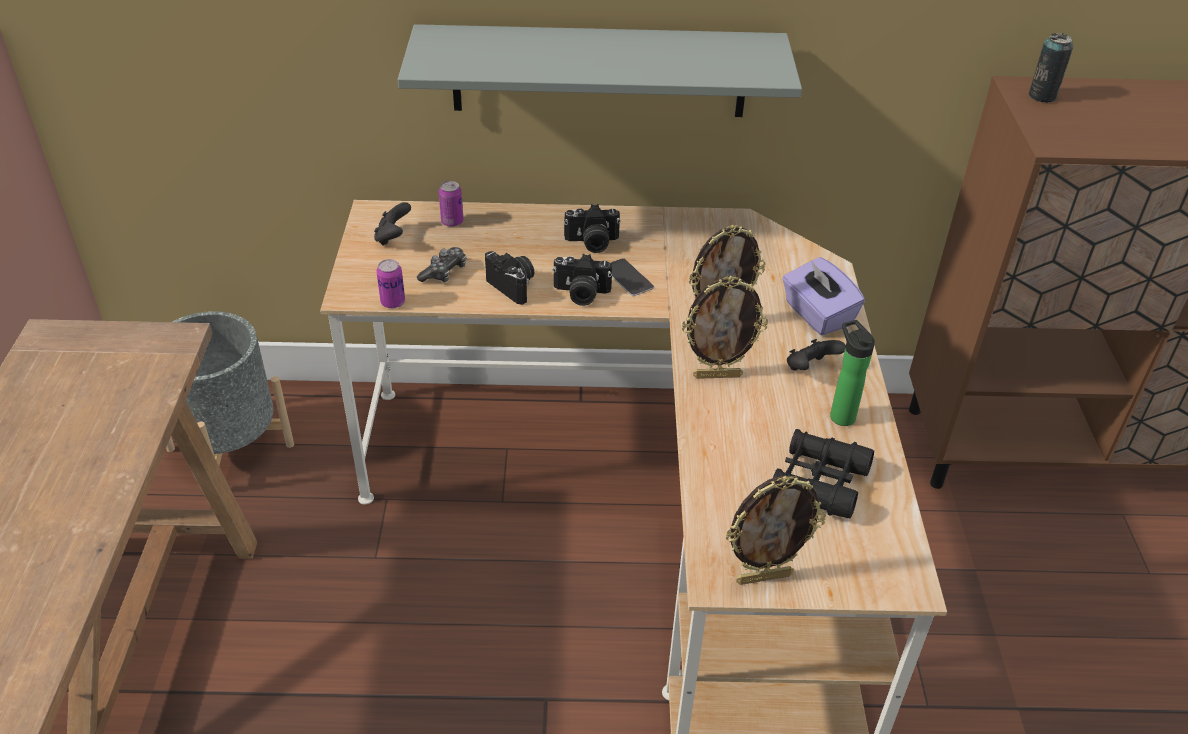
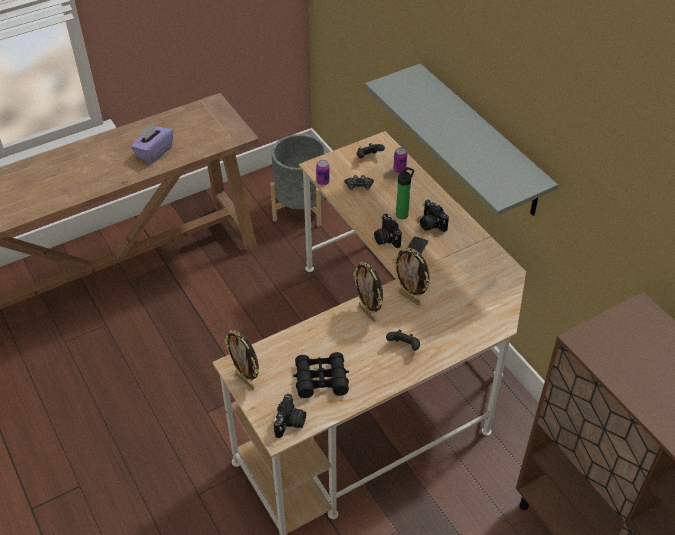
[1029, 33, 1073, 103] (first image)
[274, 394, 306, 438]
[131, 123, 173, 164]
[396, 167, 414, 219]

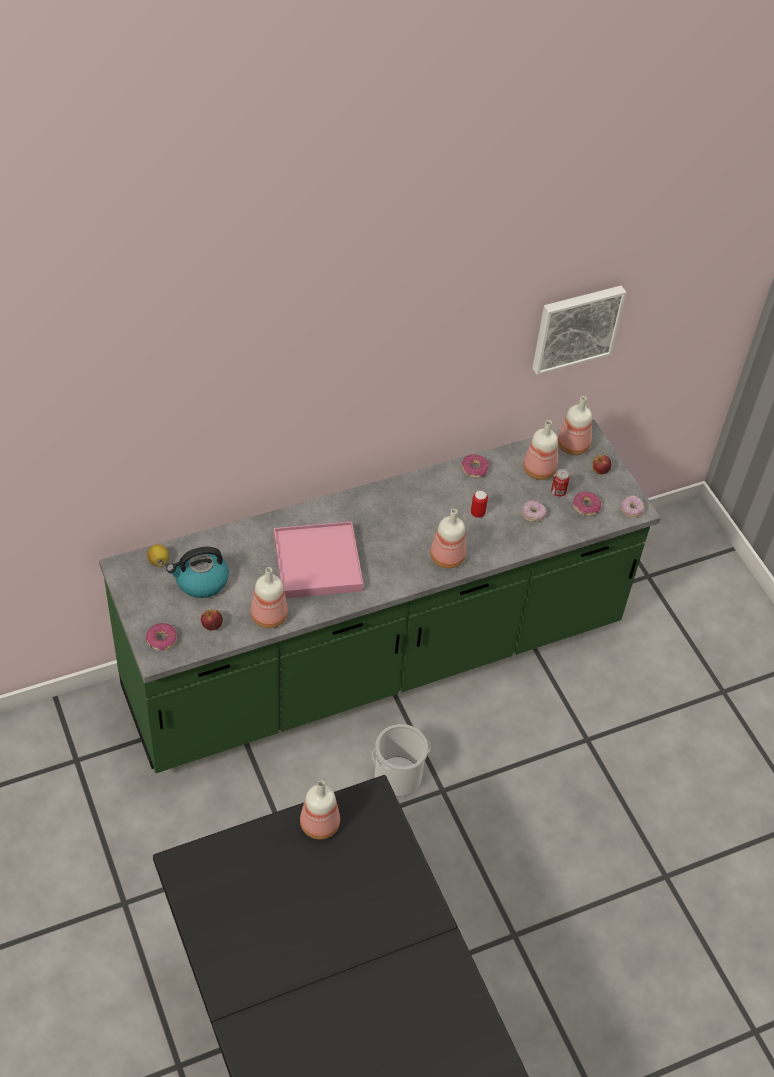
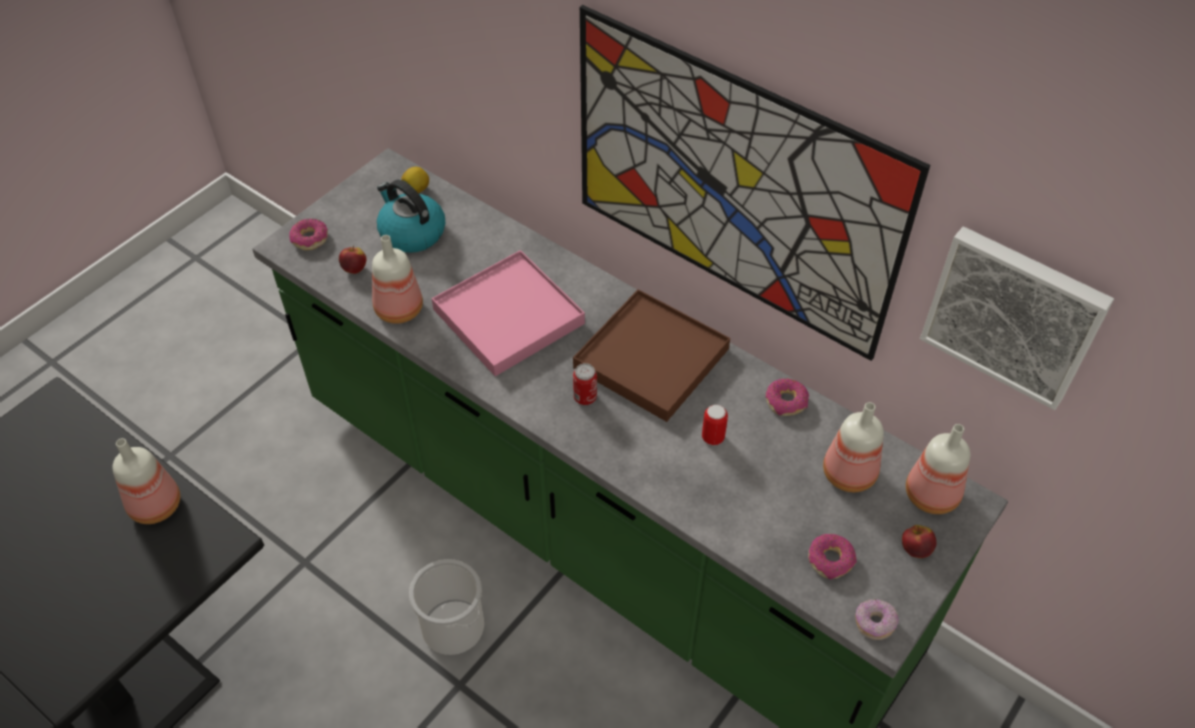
[573, 363, 597, 405]
[522, 500, 546, 522] (first image)
[430, 509, 466, 569] (first image)
[580, 5, 930, 361]
[573, 289, 730, 422]

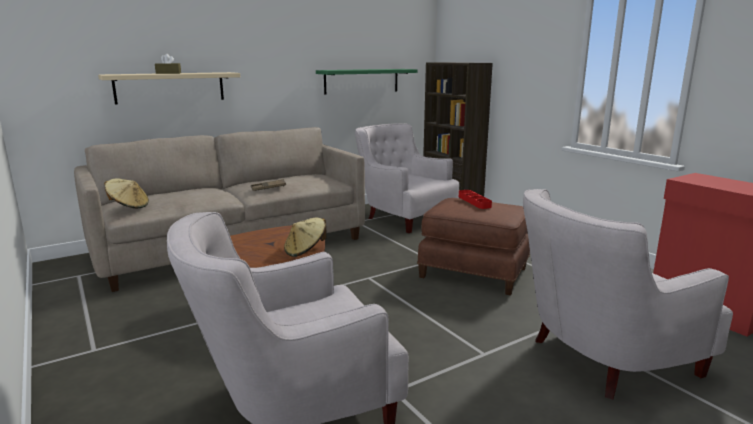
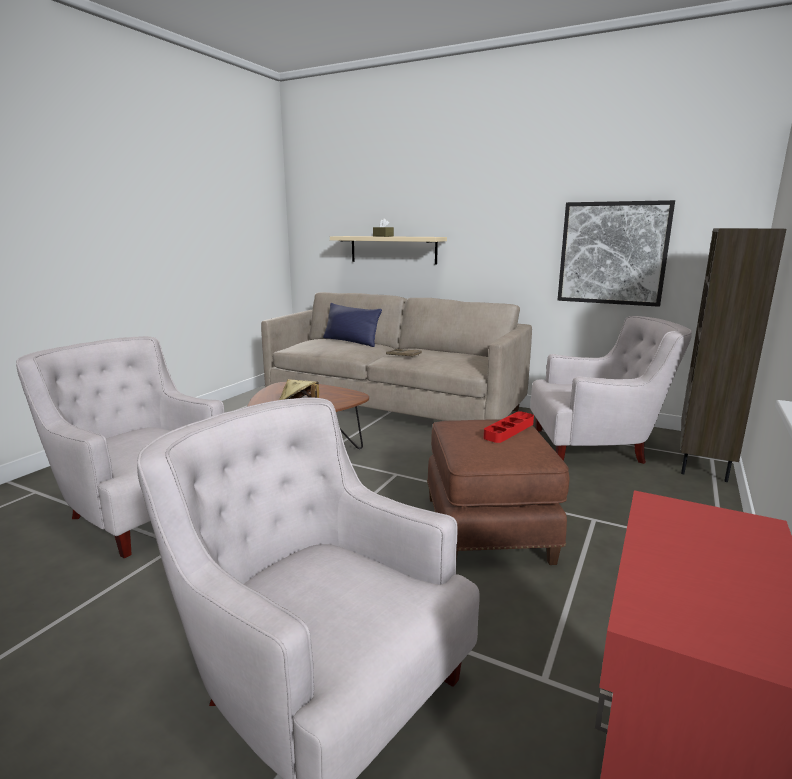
[558, 200, 675, 307]
[530, 316, 692, 464]
[104, 178, 149, 208] (first image)
[323, 303, 382, 347]

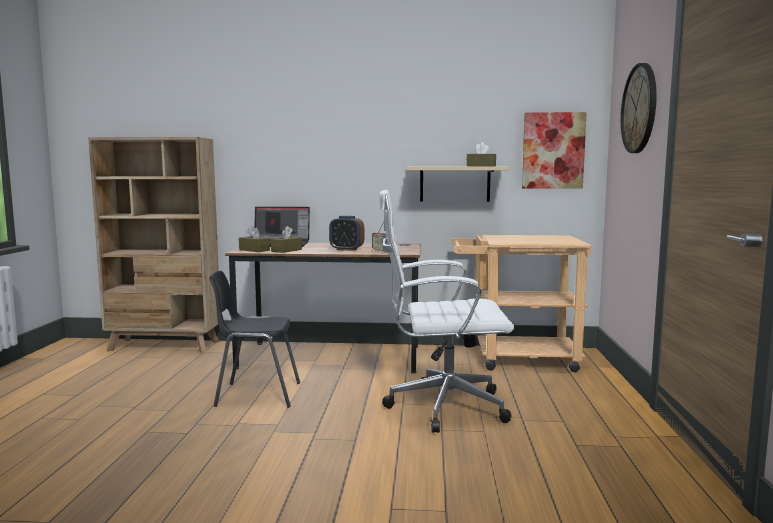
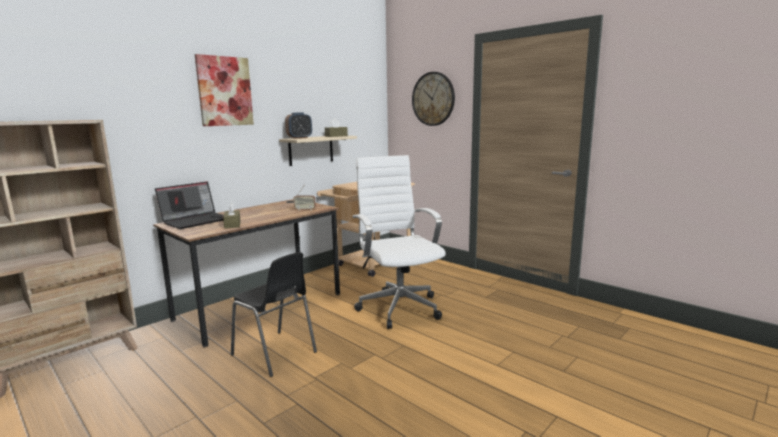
[195, 54, 254, 126]
[353, 155, 446, 329]
[285, 113, 312, 139]
[239, 226, 270, 252] (first image)
[231, 252, 317, 377]

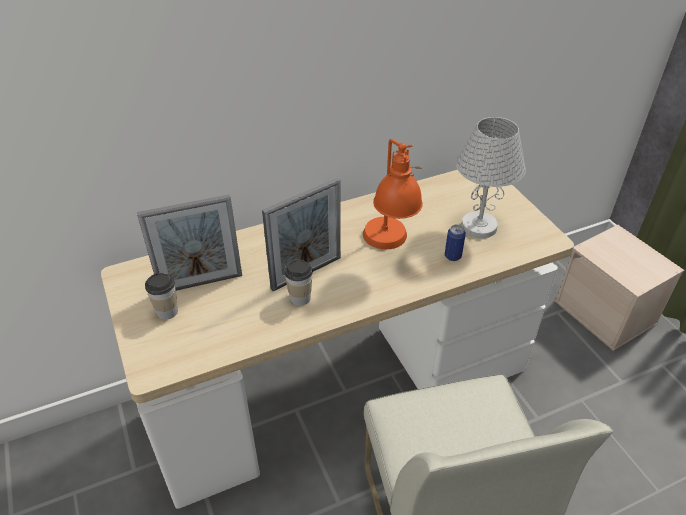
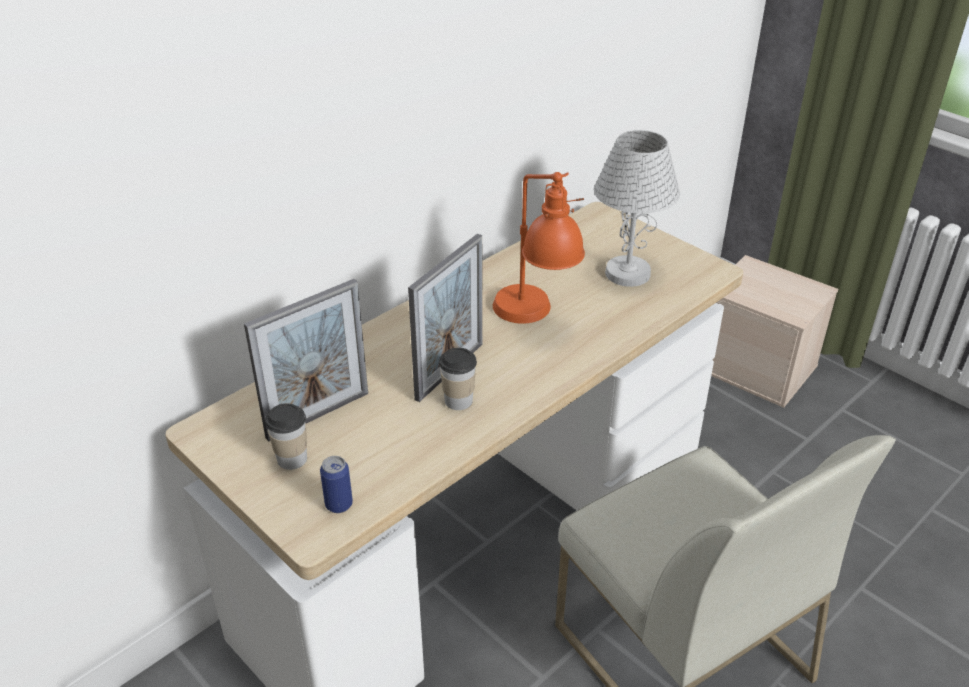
[320, 456, 353, 513]

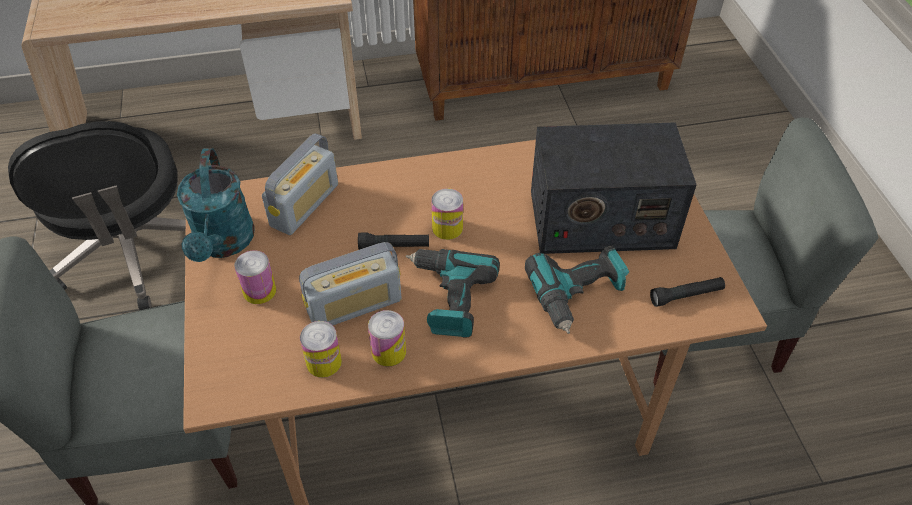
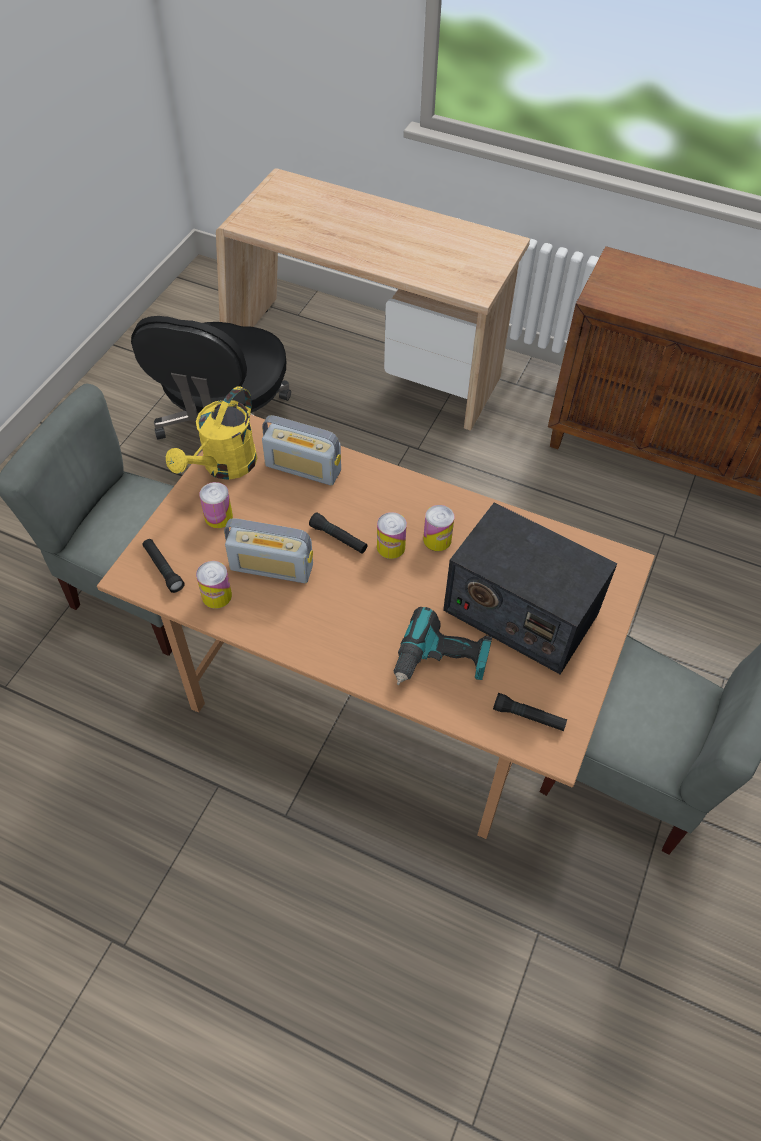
[262, 415, 341, 486]
[166, 386, 257, 480]
[406, 249, 500, 338] (first image)
[423, 505, 454, 551]
[142, 539, 185, 593]

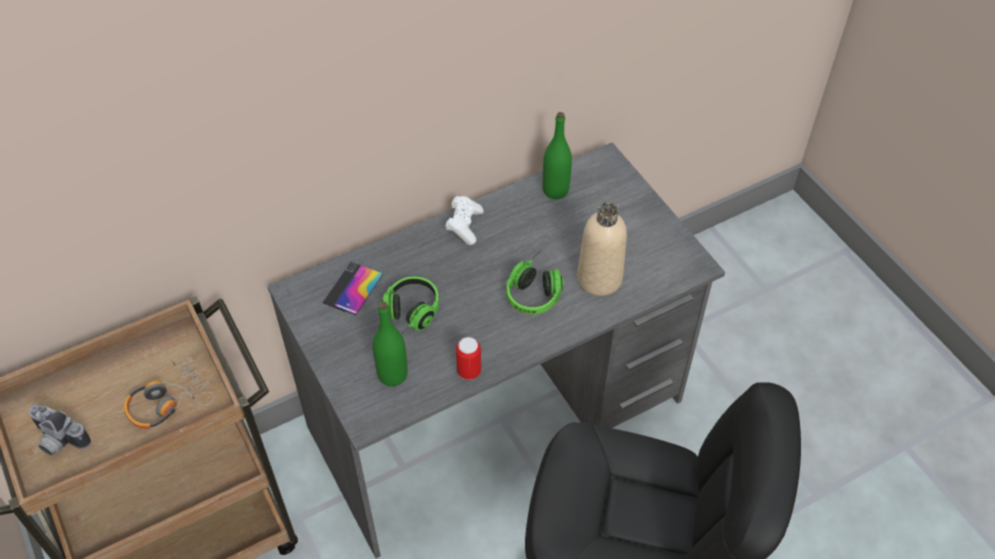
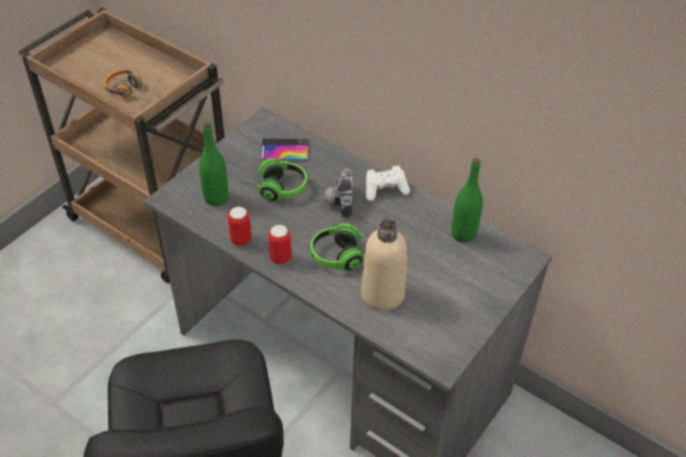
[325, 168, 353, 219]
[268, 225, 291, 265]

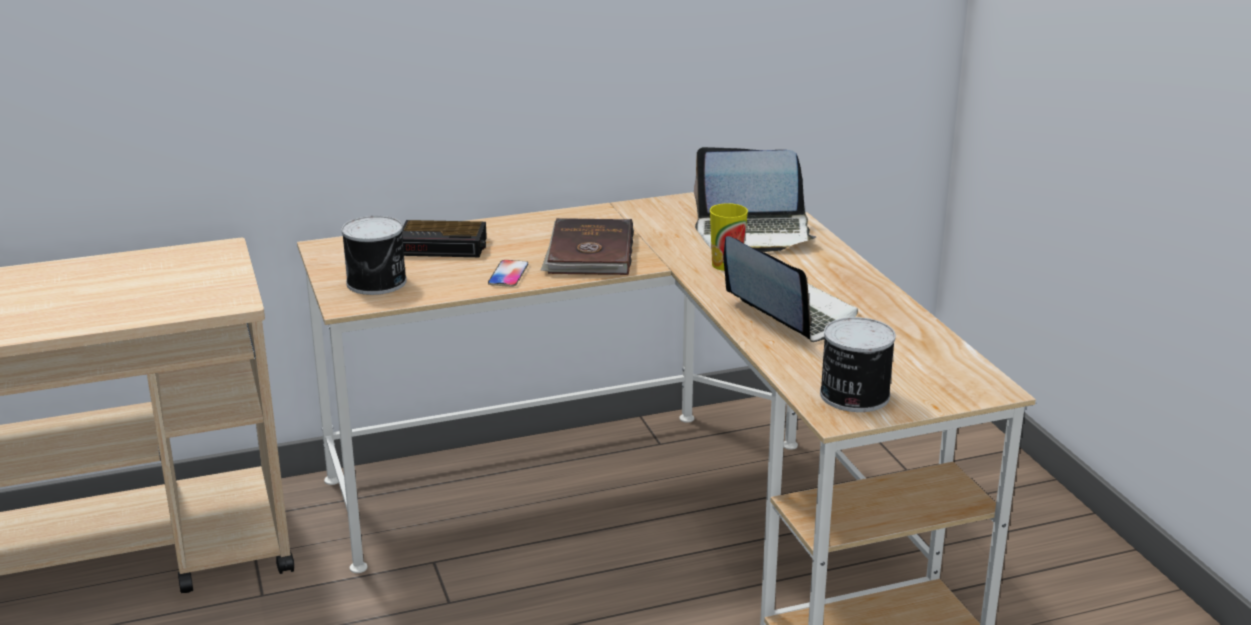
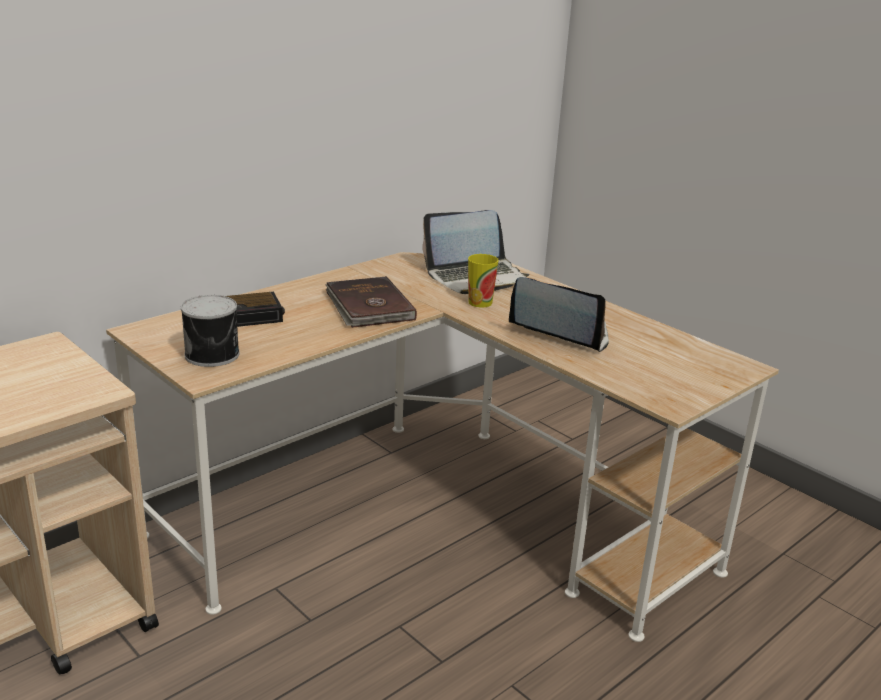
[488, 260, 528, 287] (first image)
[820, 317, 896, 412] (first image)

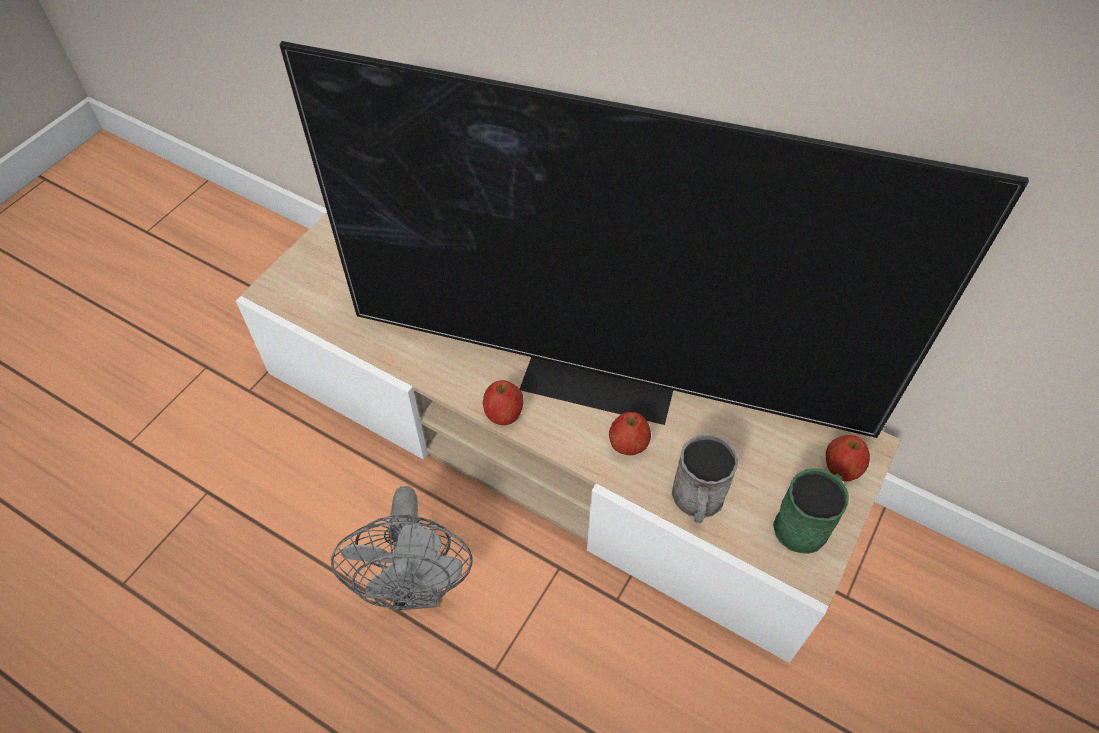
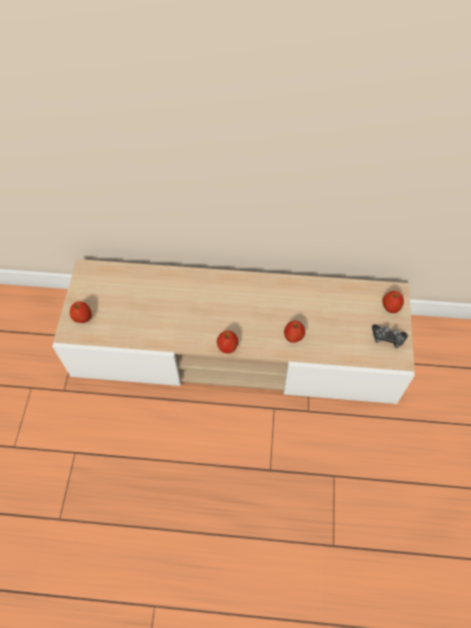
[279, 41, 1029, 438] (first image)
[672, 433, 738, 523] (first image)
[372, 324, 408, 348]
[331, 486, 473, 611] (first image)
[70, 301, 92, 323]

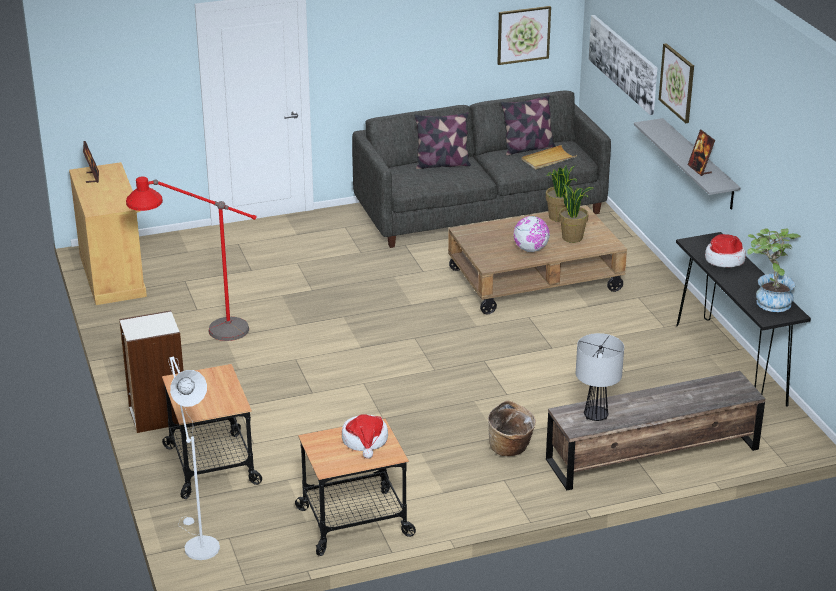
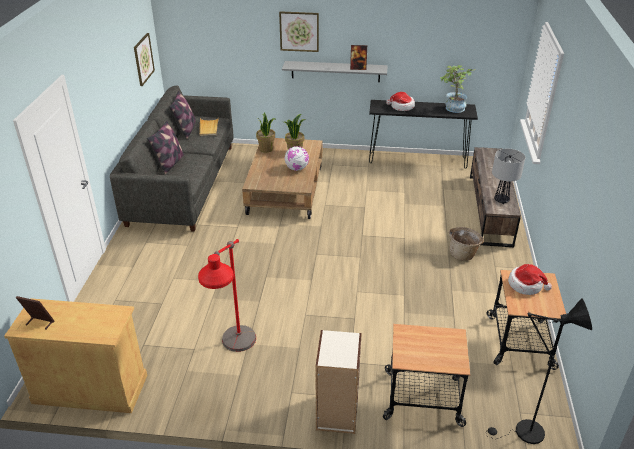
[588, 15, 657, 115] (first image)
[486, 298, 592, 444]

